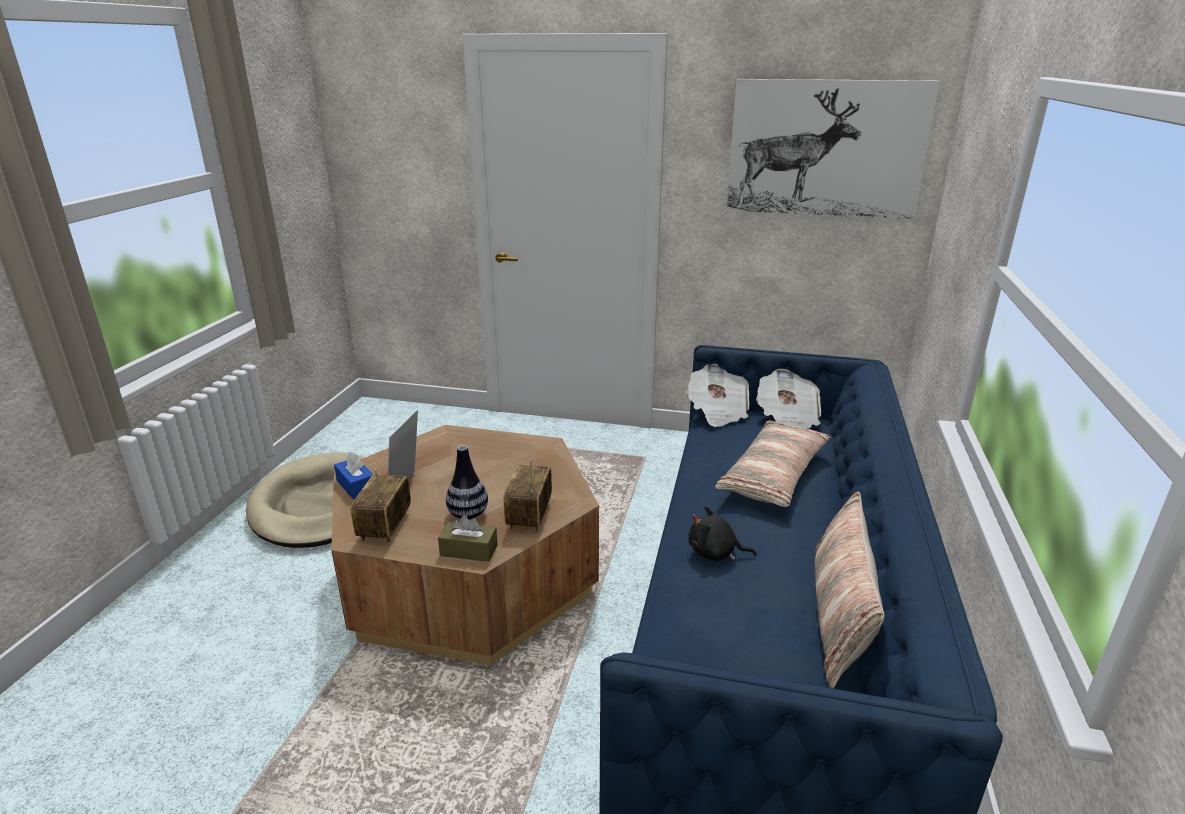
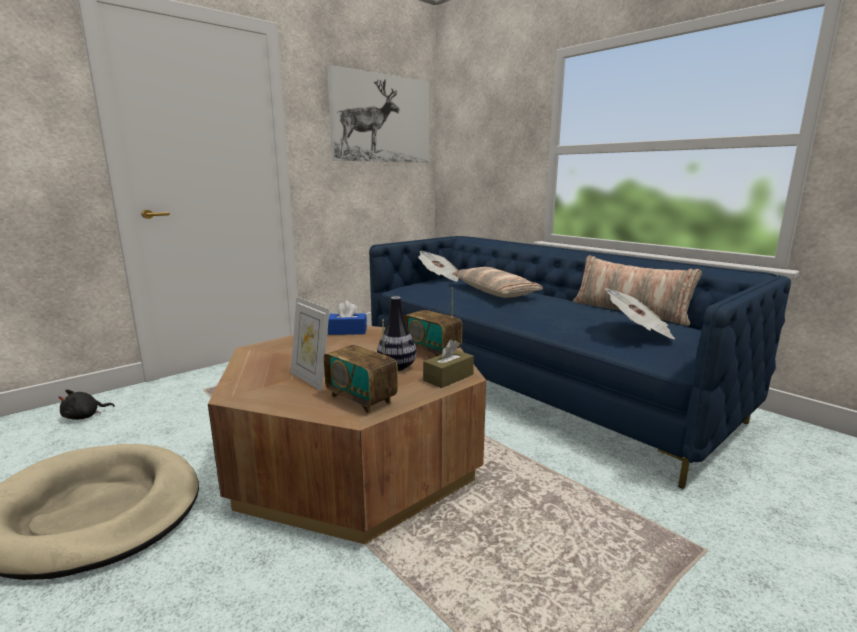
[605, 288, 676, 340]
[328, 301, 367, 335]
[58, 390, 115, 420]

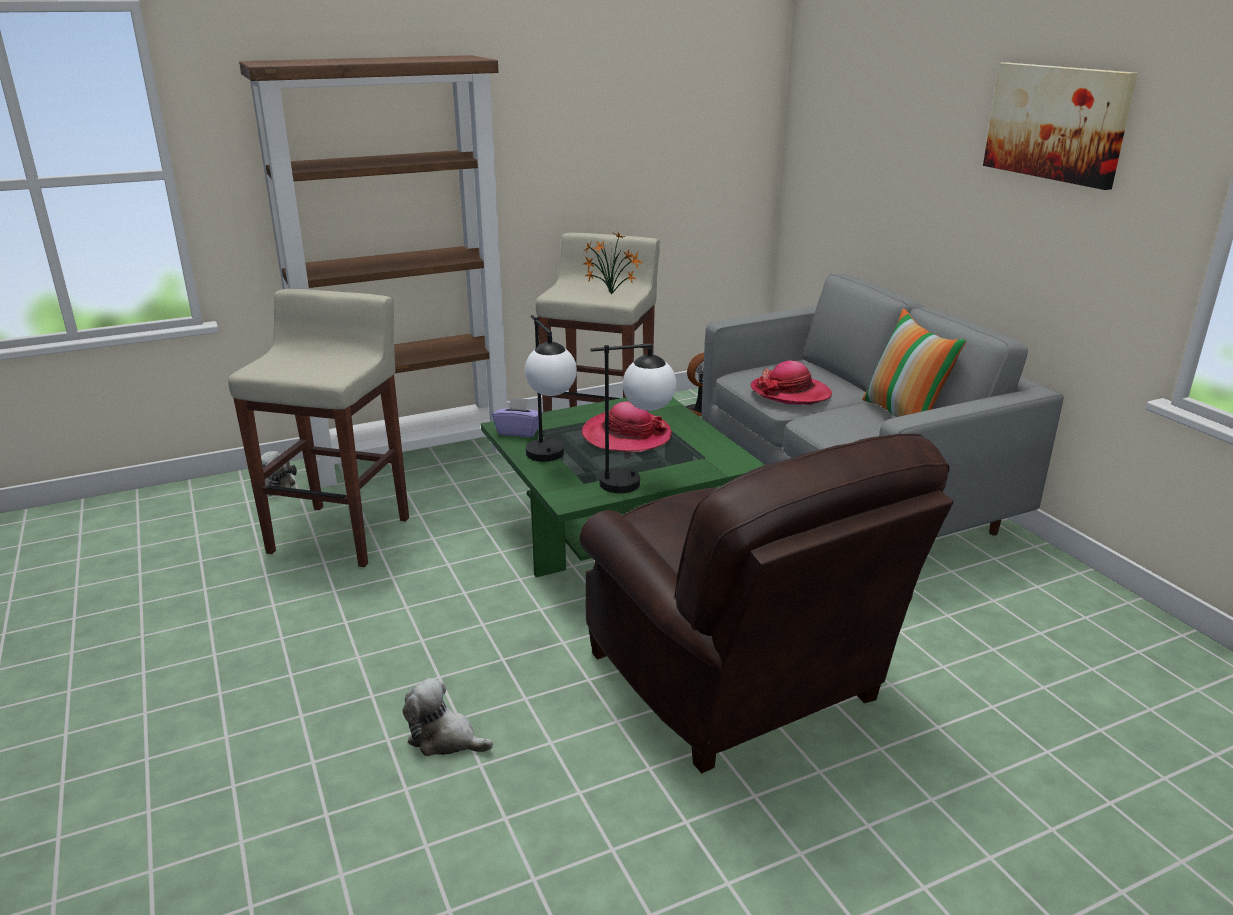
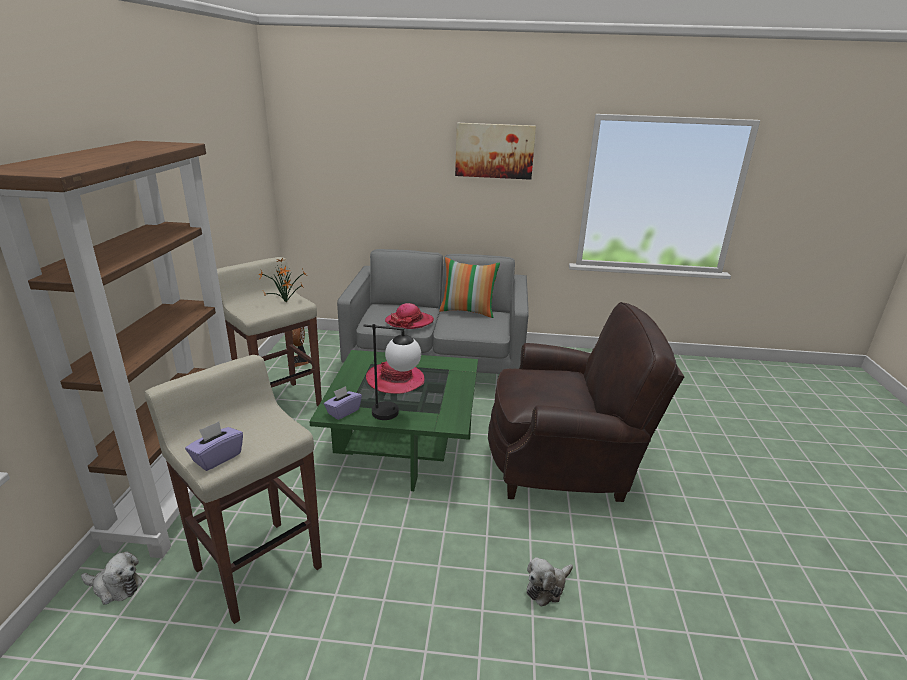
[591, 343, 676, 493] (first image)
[185, 421, 243, 471]

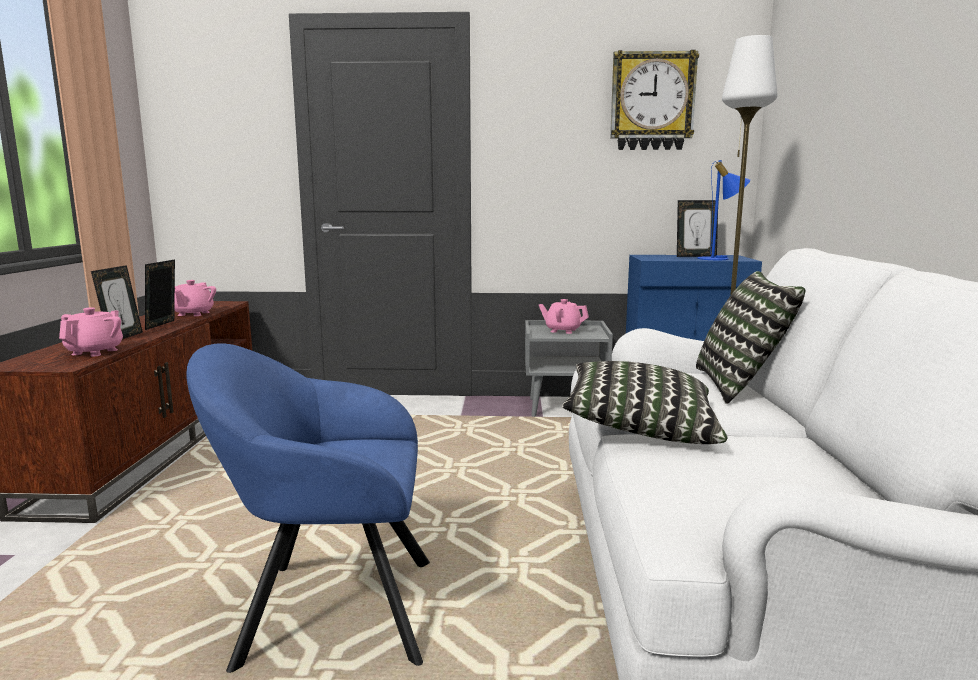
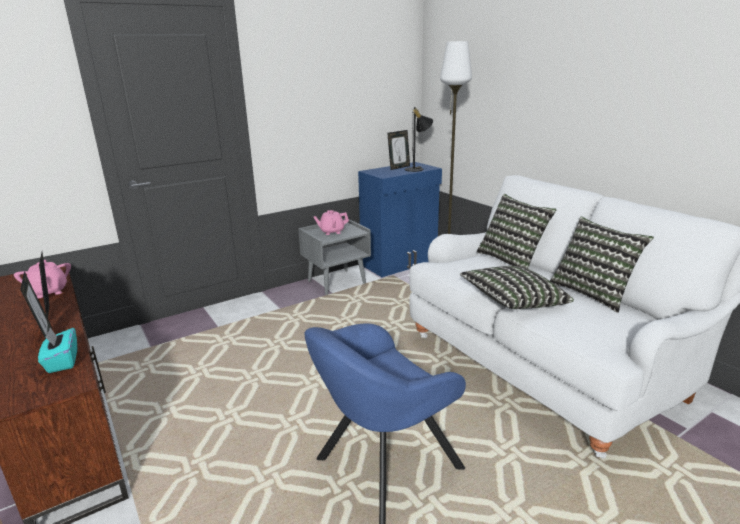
[610, 50, 699, 150] (first image)
[405, 107, 433, 172]
[38, 328, 77, 373]
[550, 217, 654, 313]

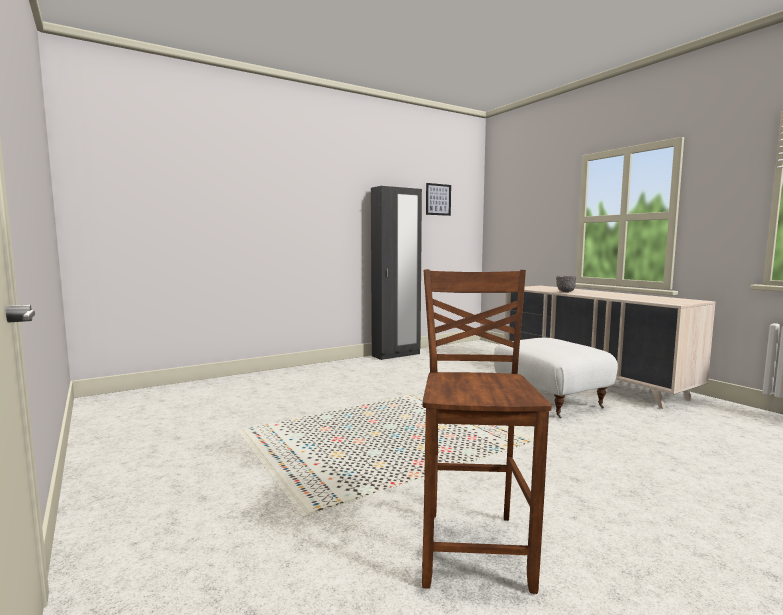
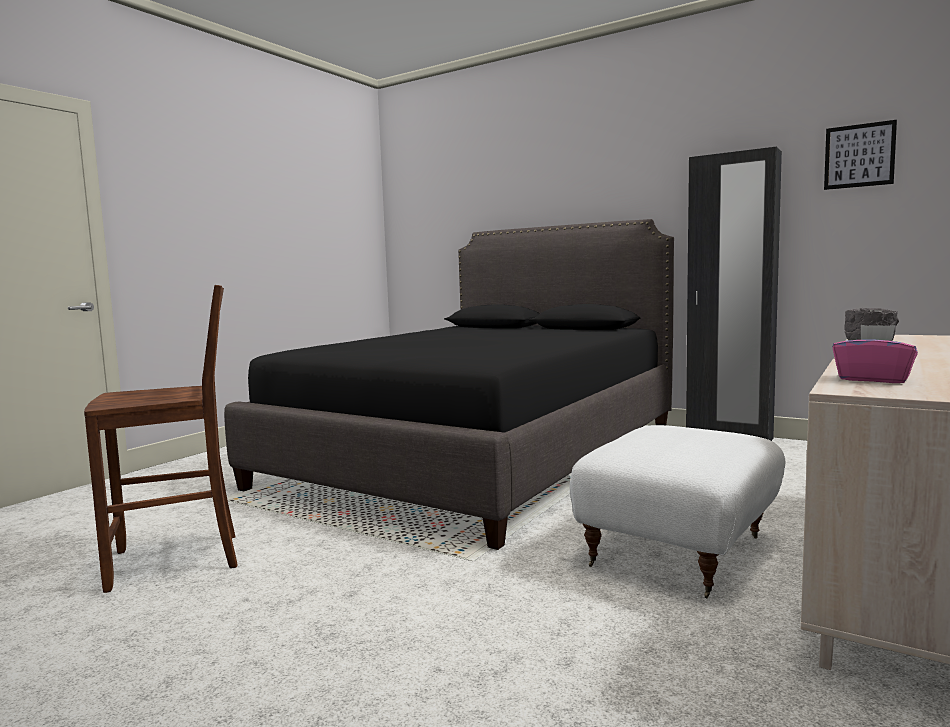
[224, 219, 674, 550]
[832, 325, 918, 383]

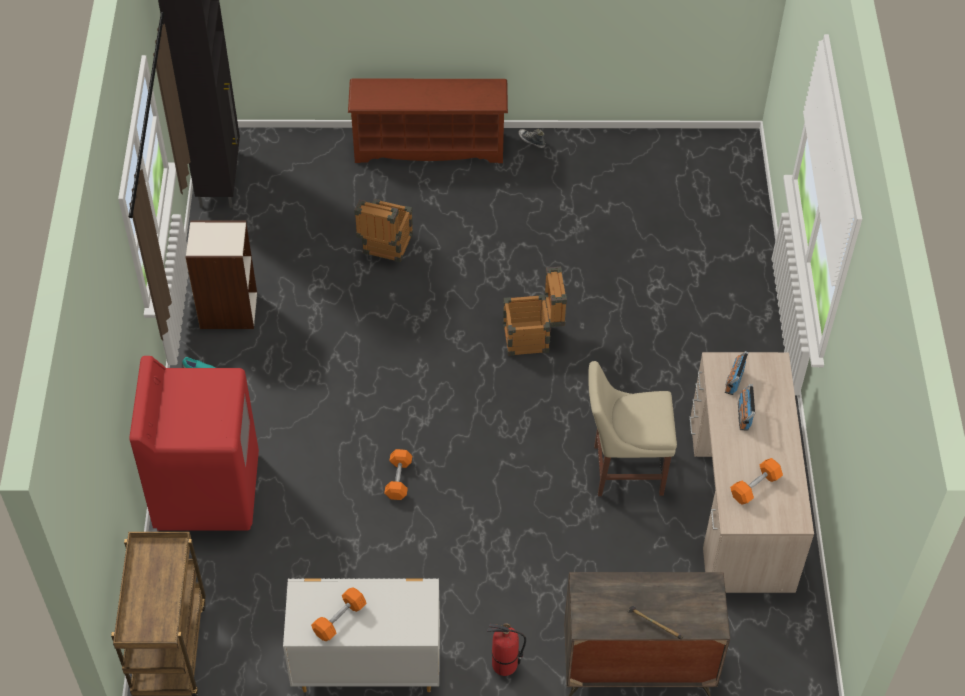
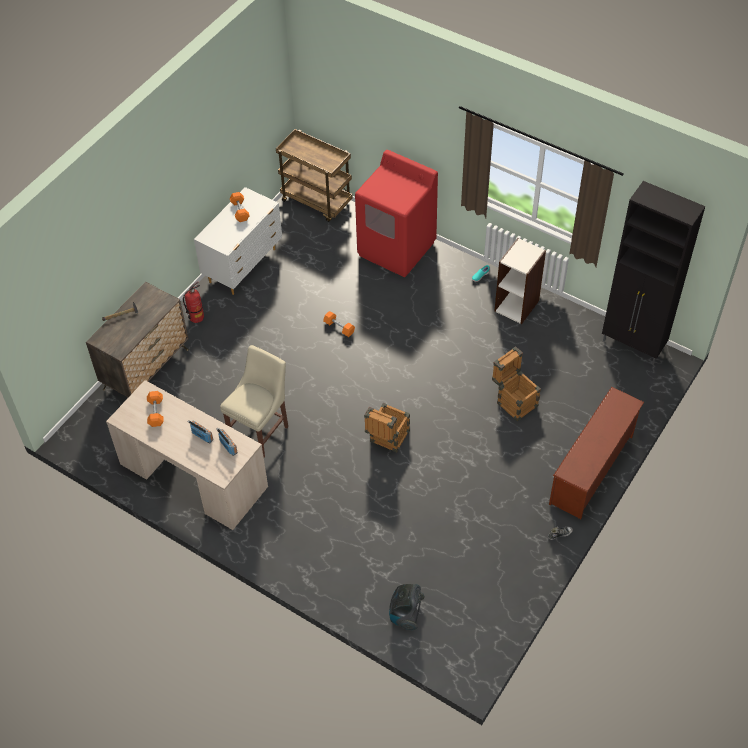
[389, 584, 425, 630]

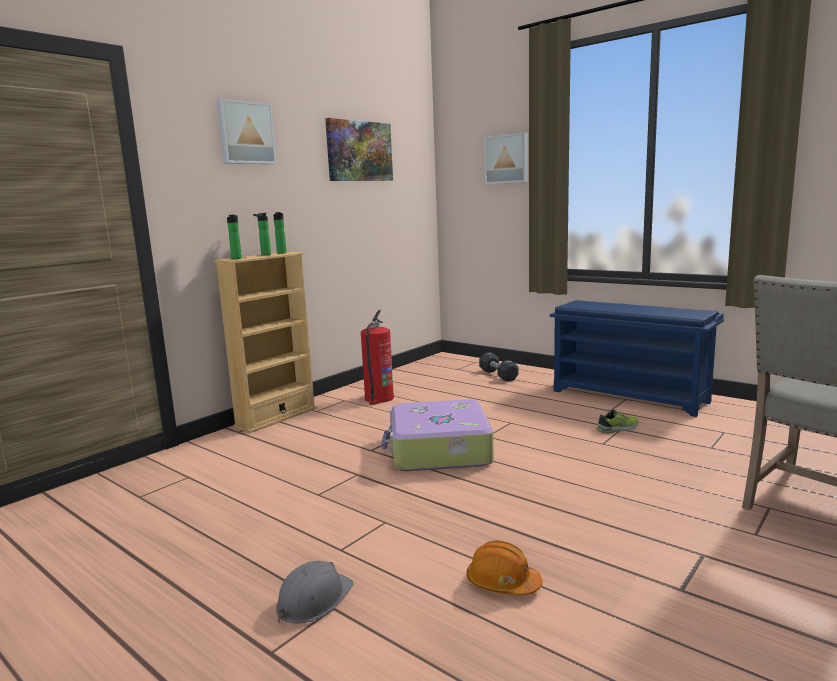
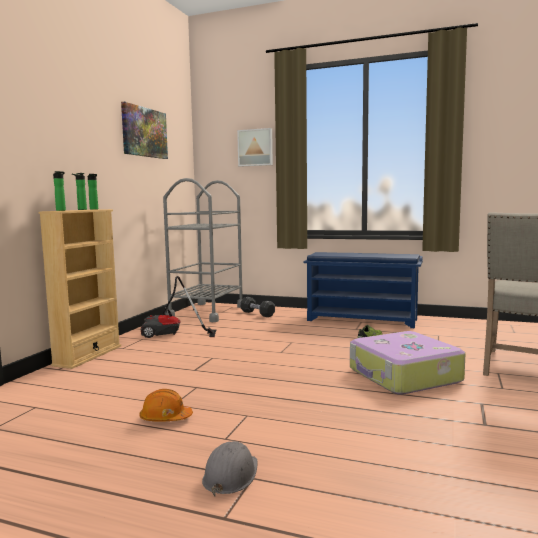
[216, 99, 277, 164] (first image)
[141, 276, 216, 338]
[350, 331, 466, 395]
[139, 389, 193, 422]
[163, 178, 243, 322]

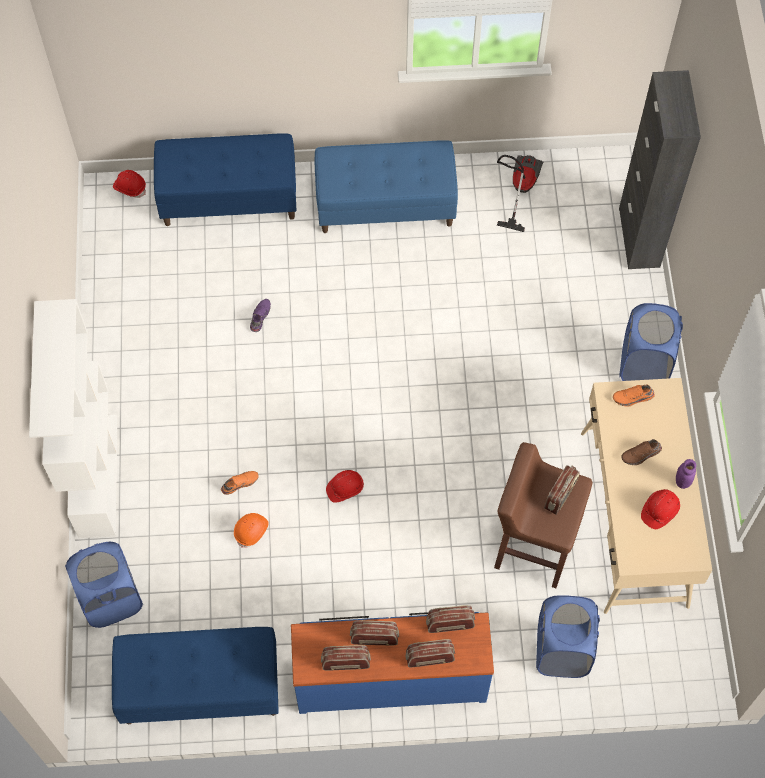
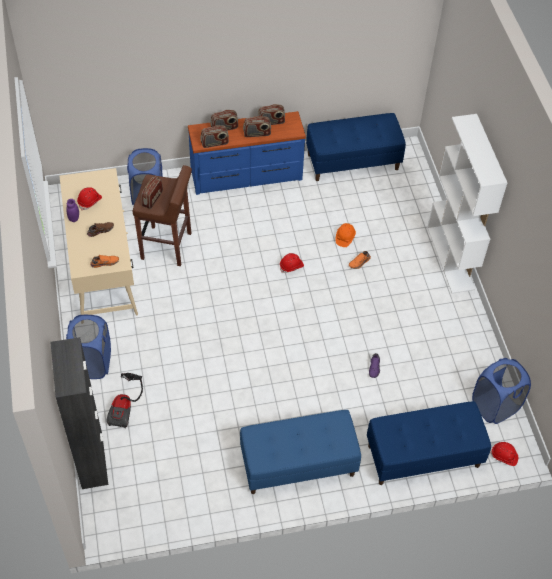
[106, 373, 143, 428]
[472, 358, 531, 424]

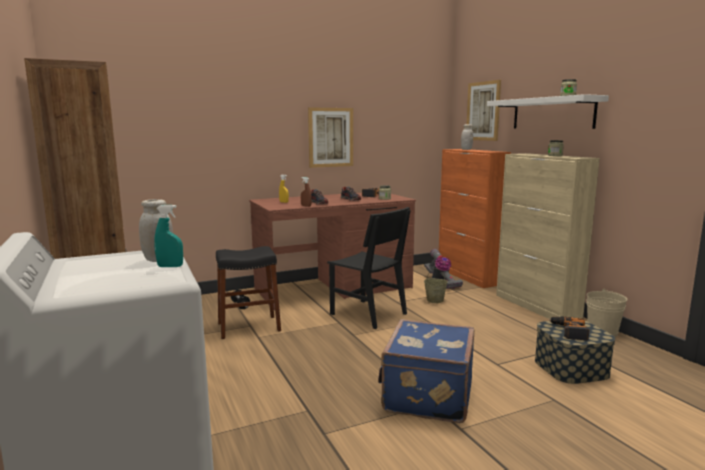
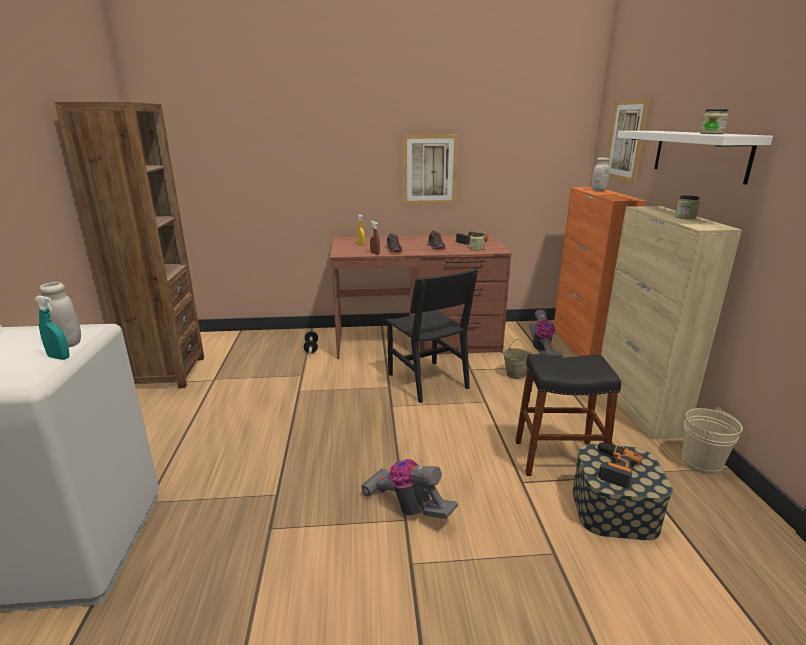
[515, 354, 621, 476]
[361, 459, 458, 519]

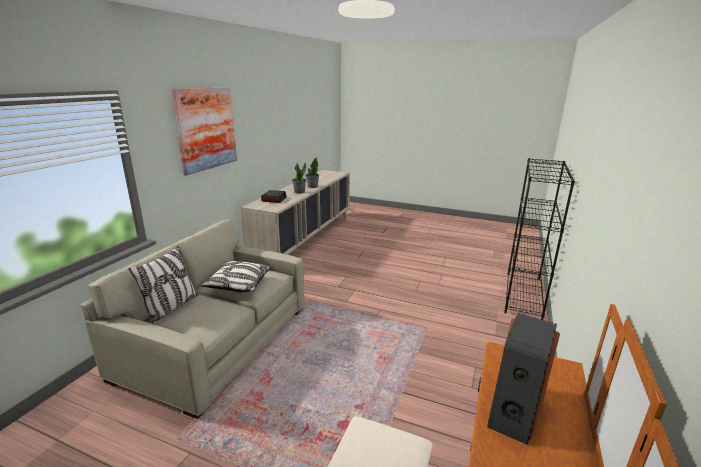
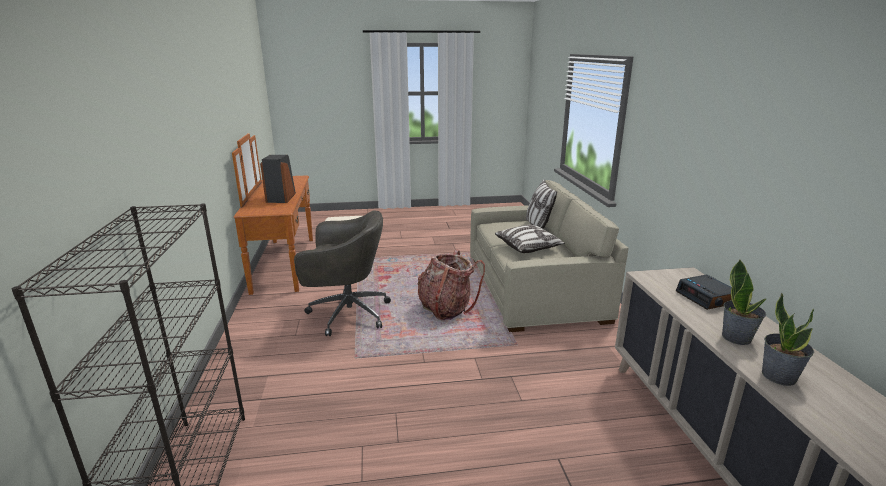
[171, 87, 237, 176] (first image)
[294, 211, 391, 336]
[417, 249, 485, 321]

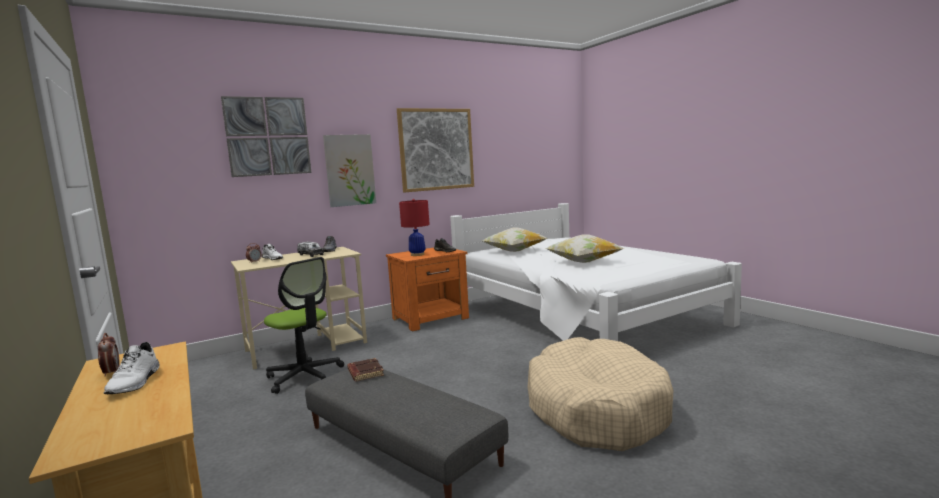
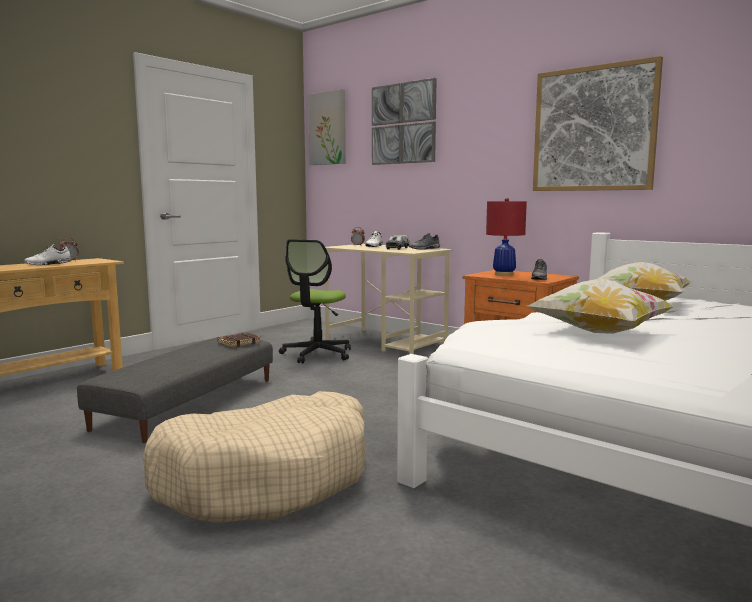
[308, 89, 346, 165]

